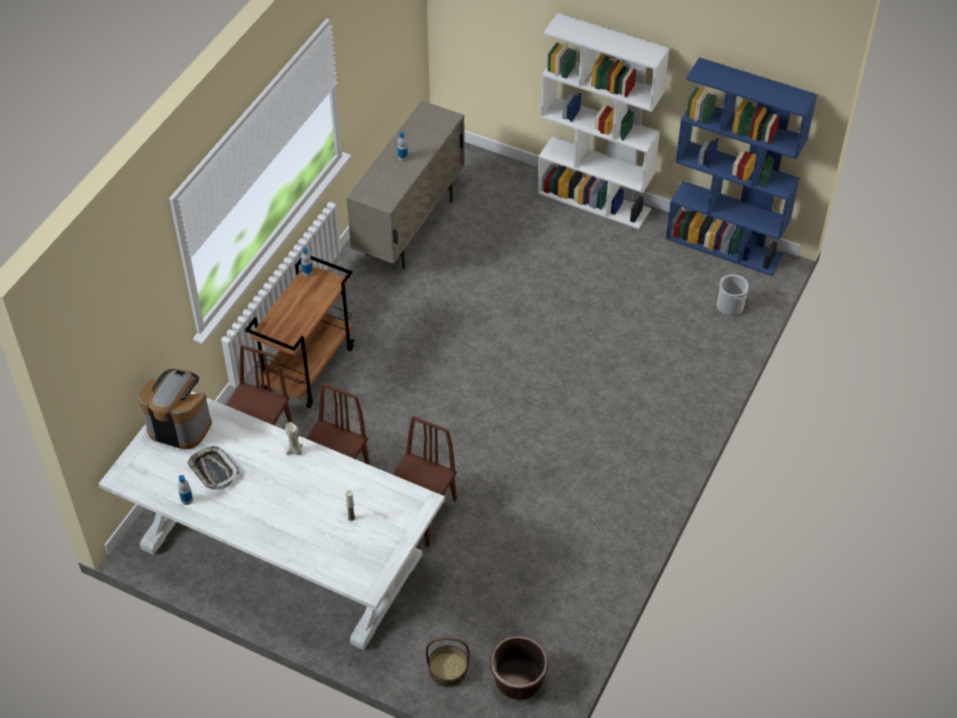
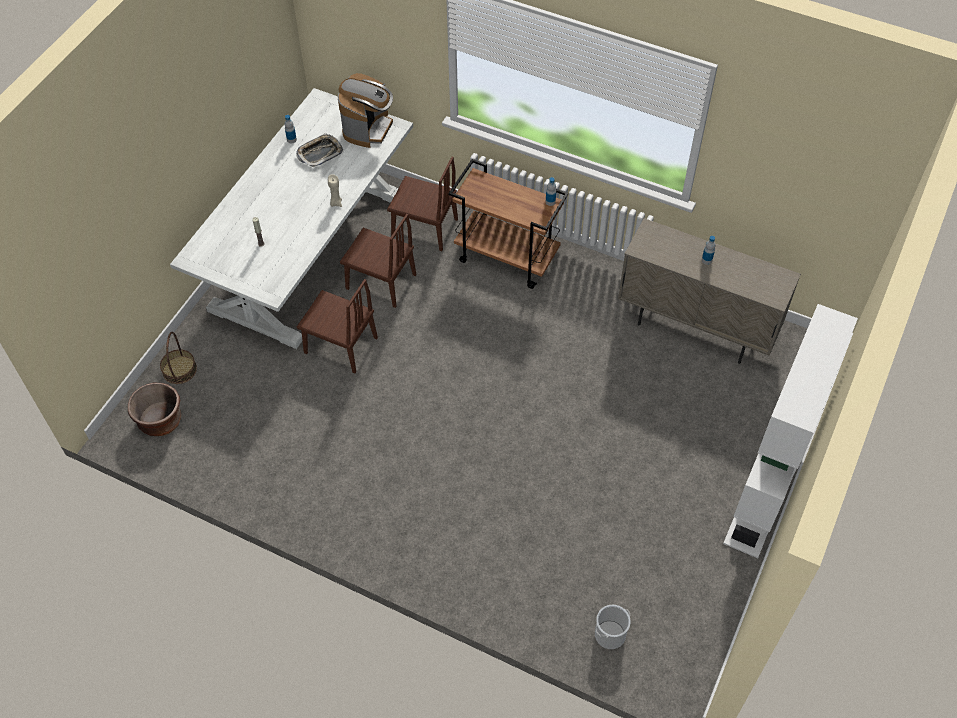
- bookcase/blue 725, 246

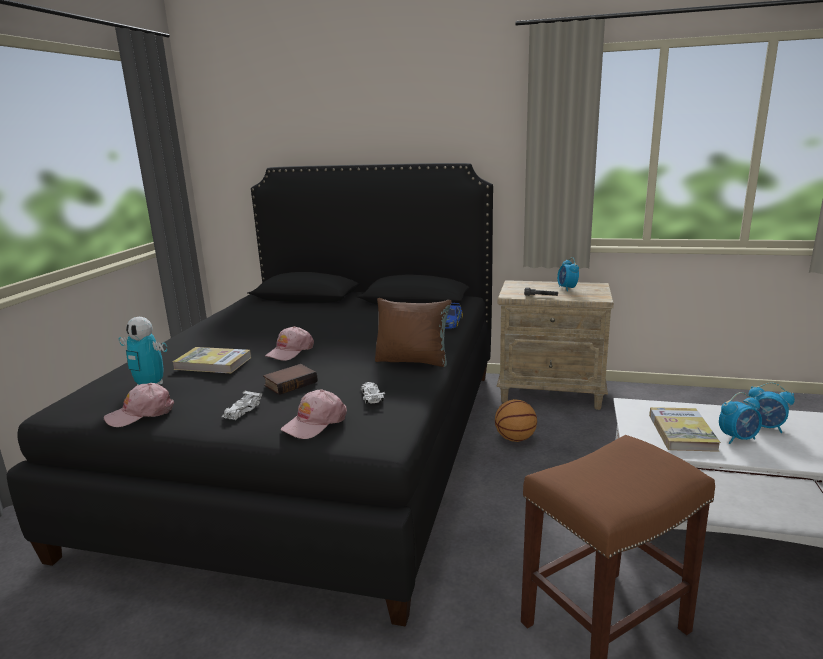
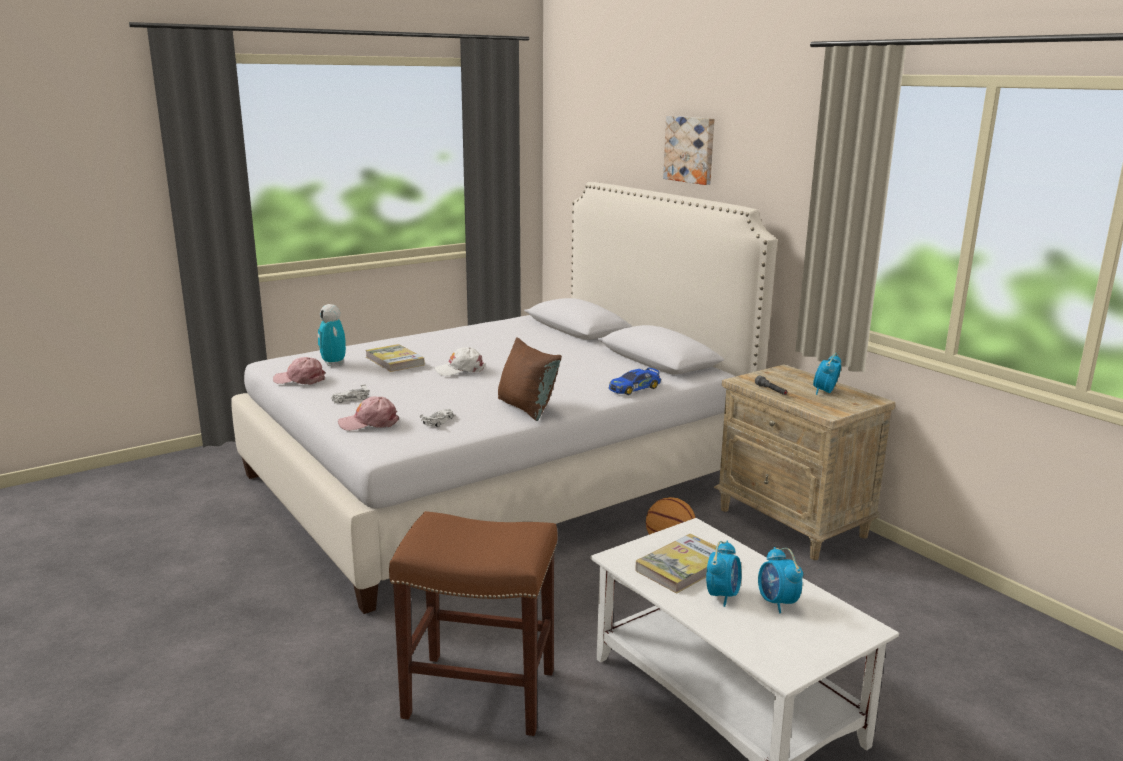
- book 290, 383
+ picture 690, 149
~ bed/black 318, 446 to bed/white 499, 477
~ cap/pink 290, 351 to cap/white 460, 370
~ alarm clock 738, 438 = 722, 595 90 degrees counterclockwise

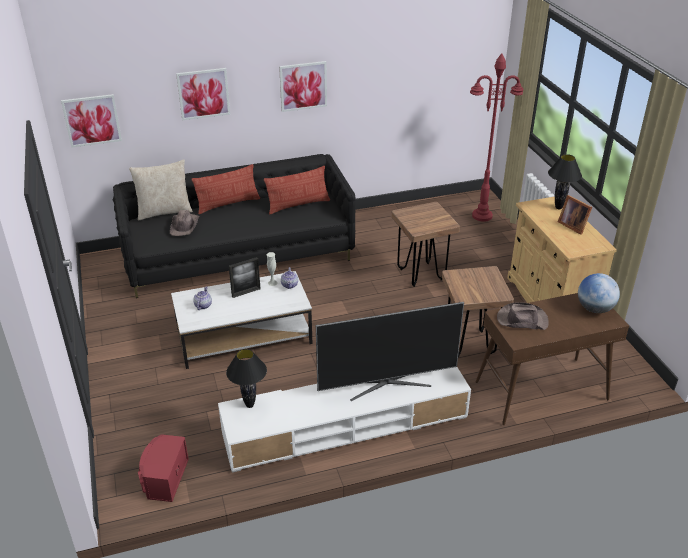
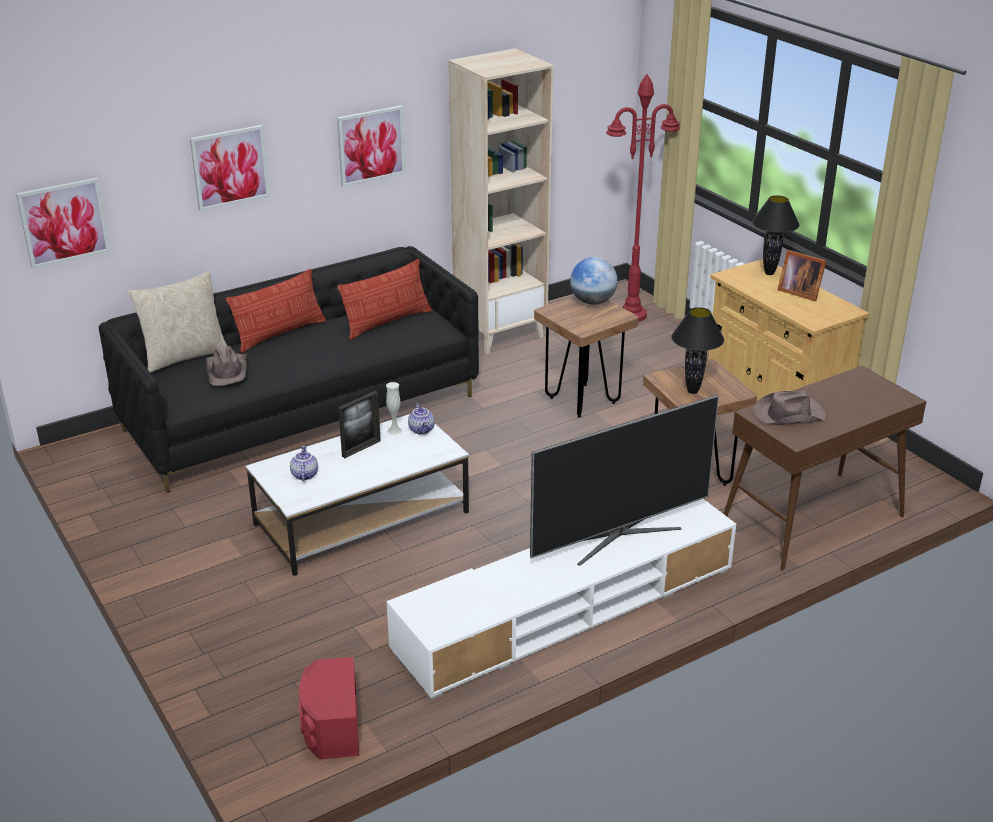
+ bookcase/beige 500, 333
~ table lamp/black 249, 405 to 692, 391
~ globe 594, 308 to 593, 302

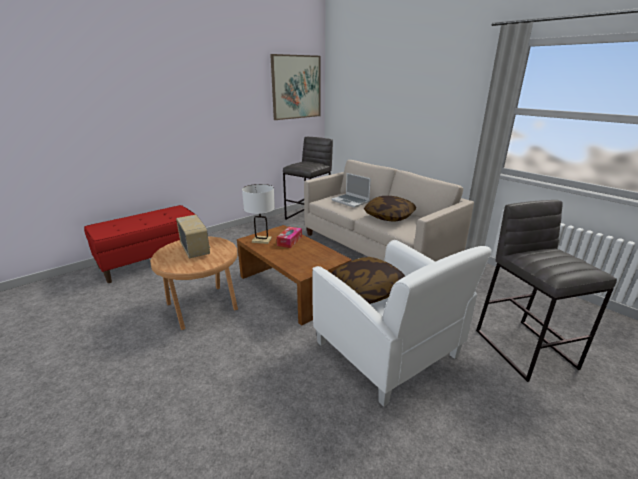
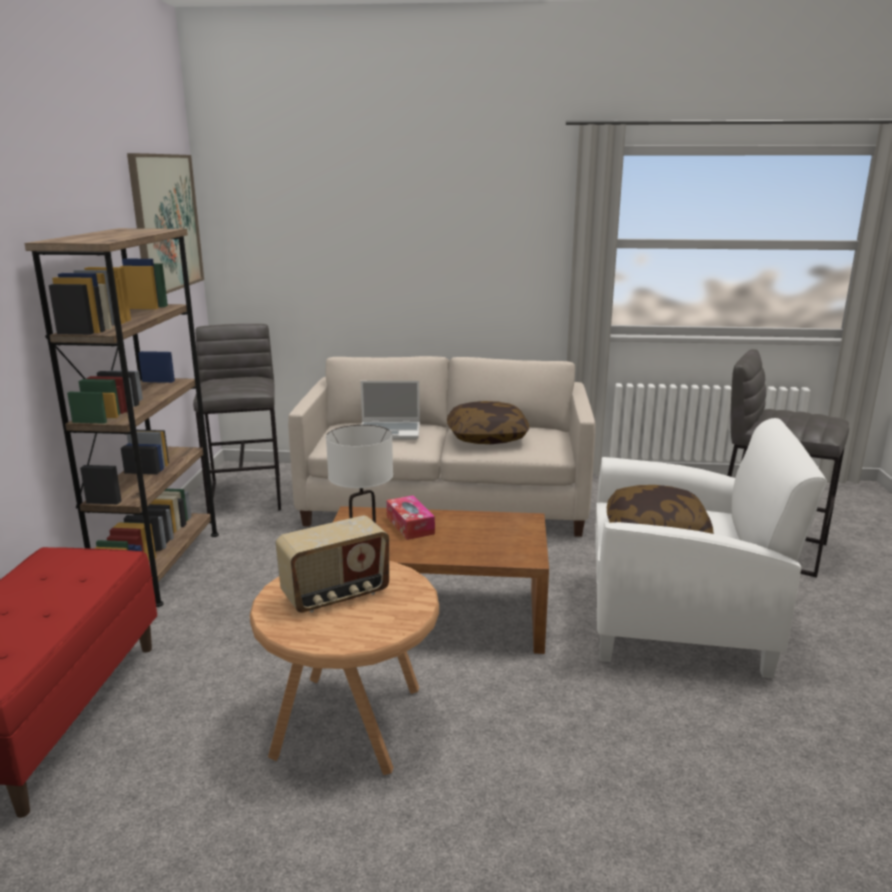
+ bookcase/brown 160, 565
~ radio 195, 250 = 336, 595 135 degrees clockwise

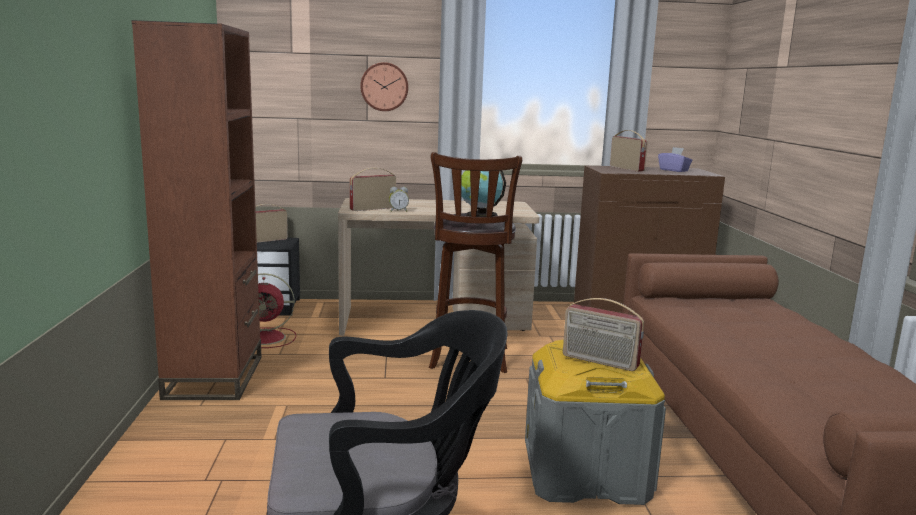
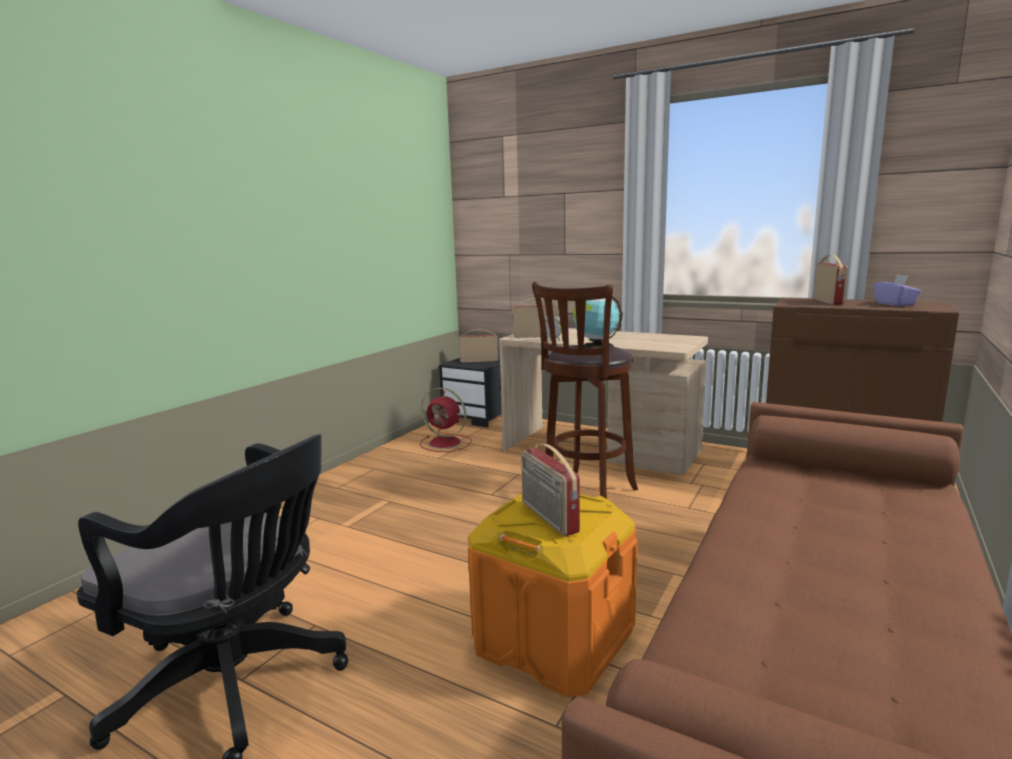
- bookcase/brown 215, 377
- wall clock 384, 87
~ storage box/grey 586, 473 to storage box/orange 554, 640

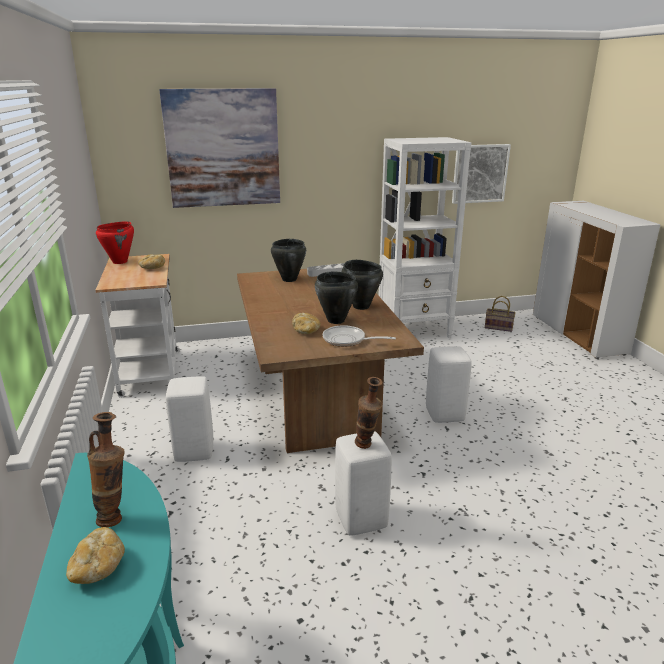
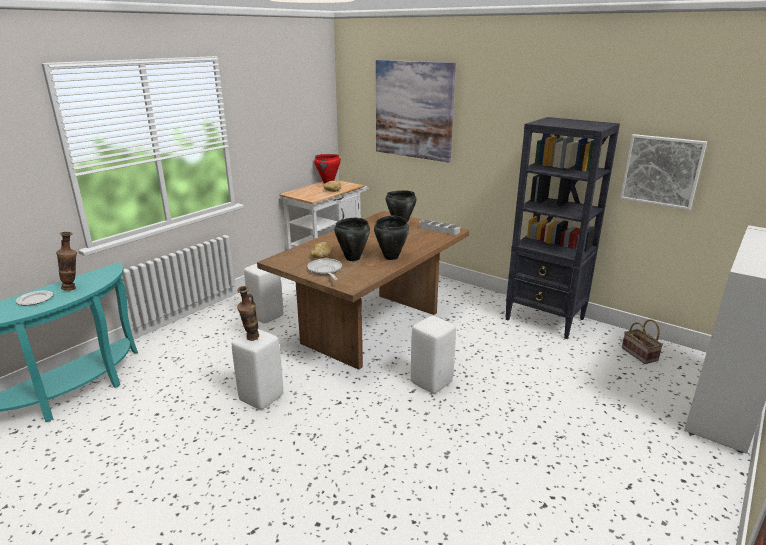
~ bread 98, 568 to plate 35, 300
~ bookcase/white 414, 331 to bookcase/black 545, 319

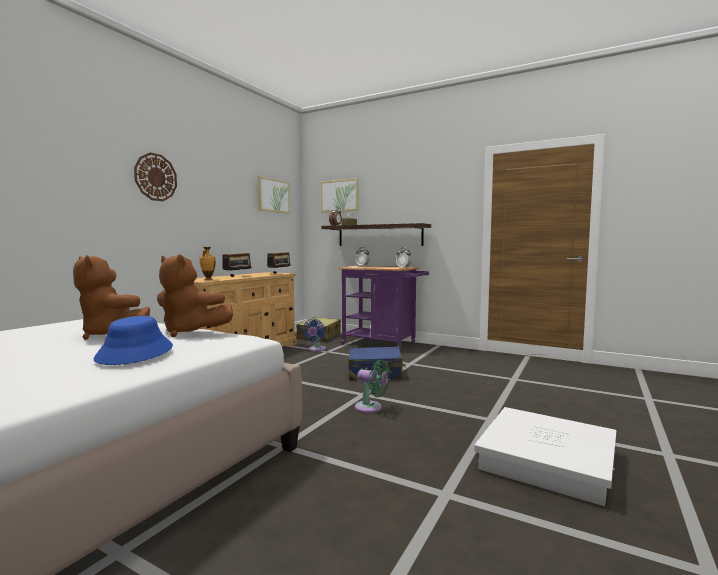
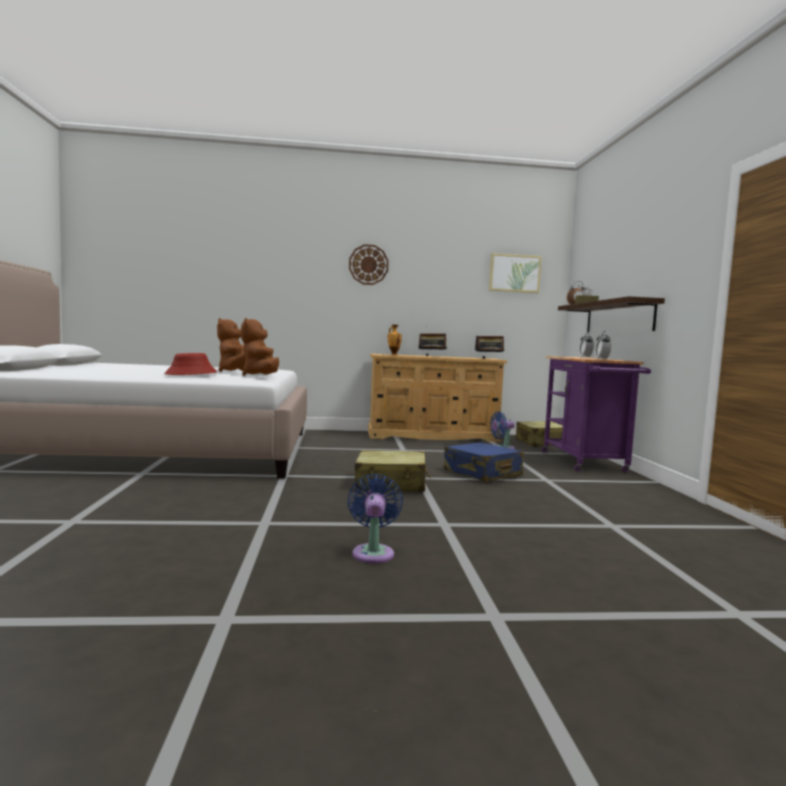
- picture 339, 196
~ fan/green 371, 408 to suitcase/beige 391, 484
~ storage box/white 546, 461 to fan/blue 373, 552
~ hat/blue 135, 353 to hat/red 191, 374

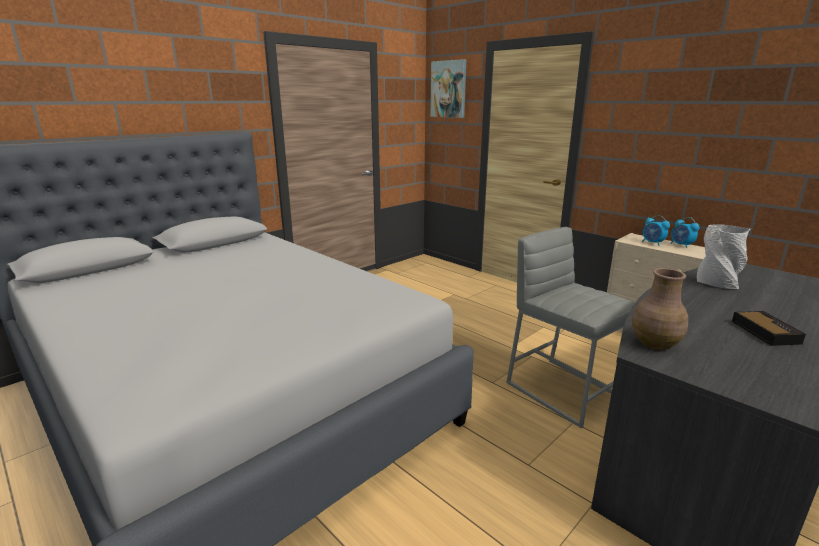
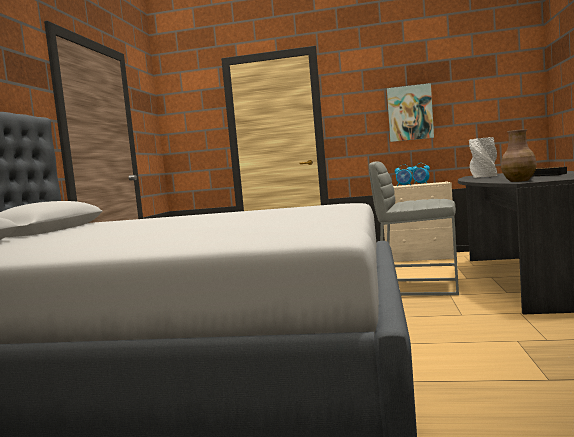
~ picture 448, 89 to 410, 113

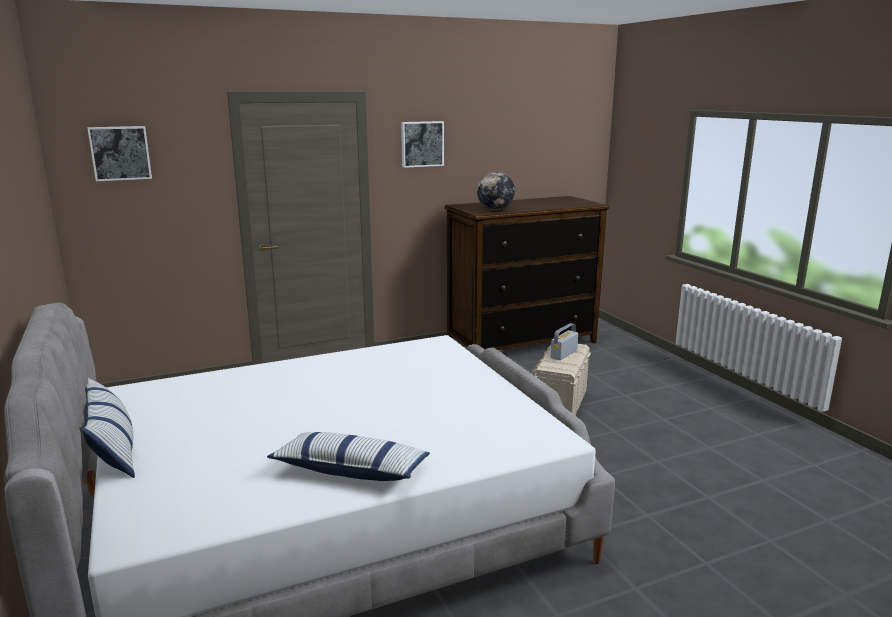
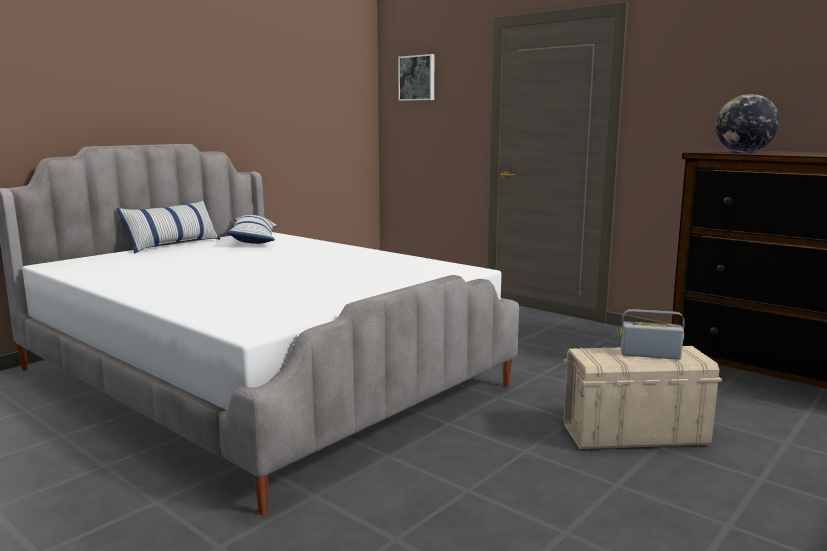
- picture 422, 144
~ pillow 351, 470 to 254, 240

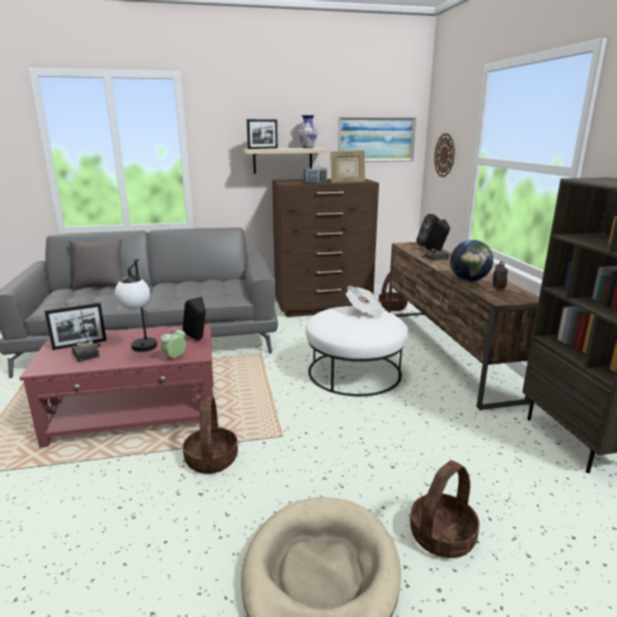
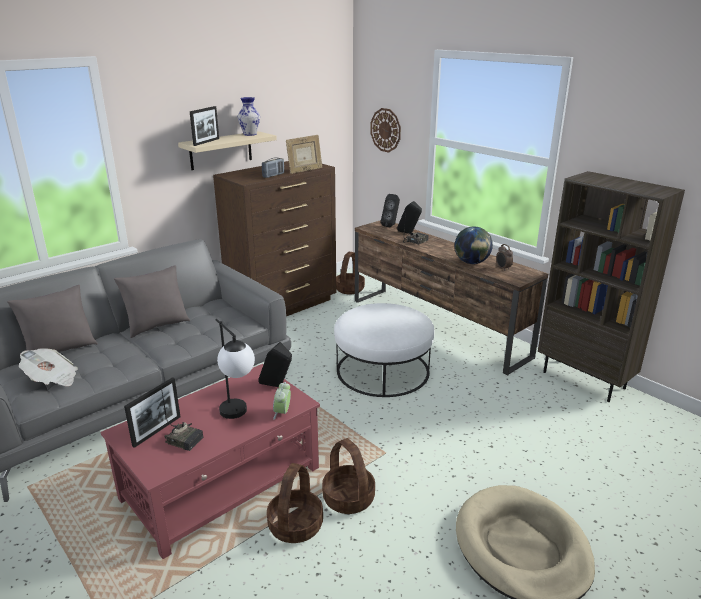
- picture 376, 139
+ pillow/grey 157, 326
~ newspaper 365, 312 to 52, 379
~ basket 442, 536 to 296, 525

